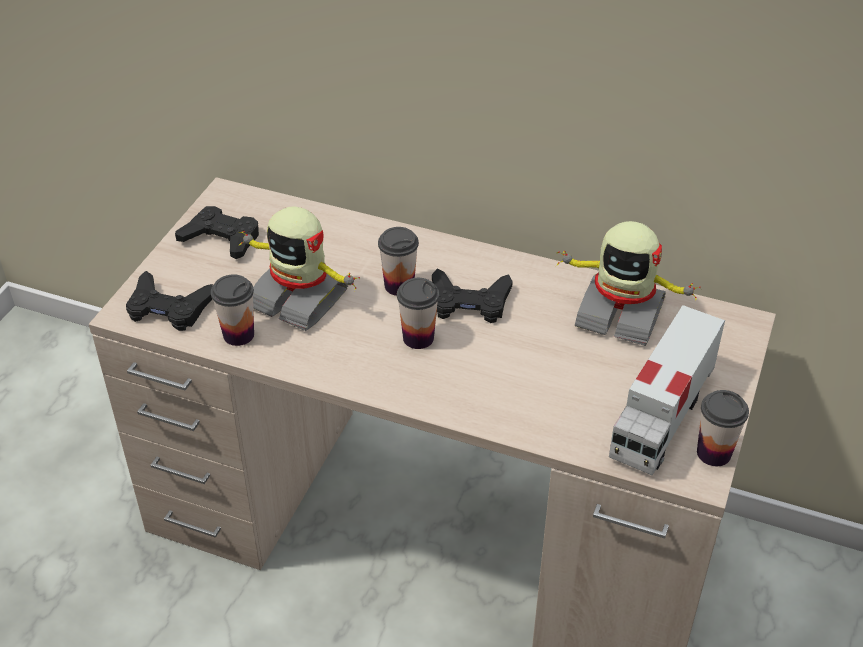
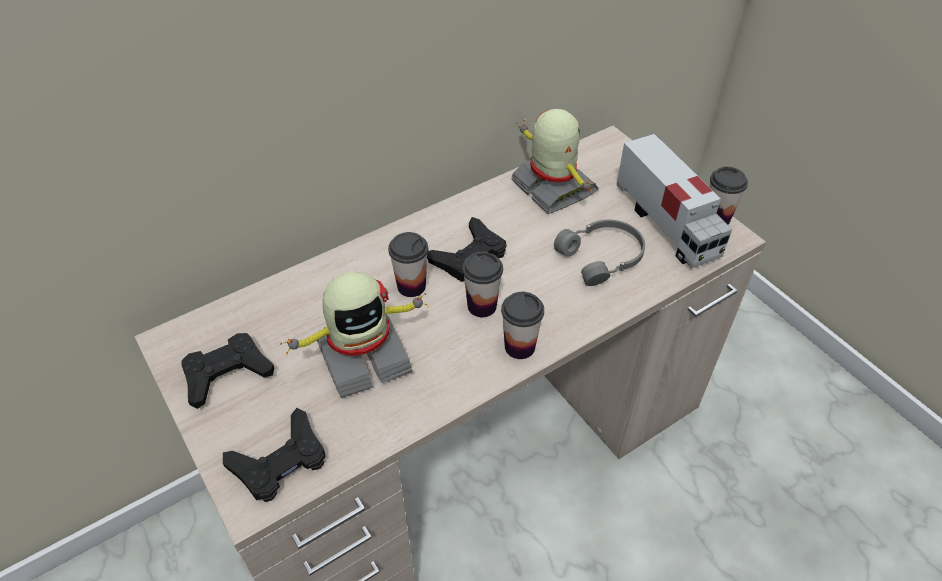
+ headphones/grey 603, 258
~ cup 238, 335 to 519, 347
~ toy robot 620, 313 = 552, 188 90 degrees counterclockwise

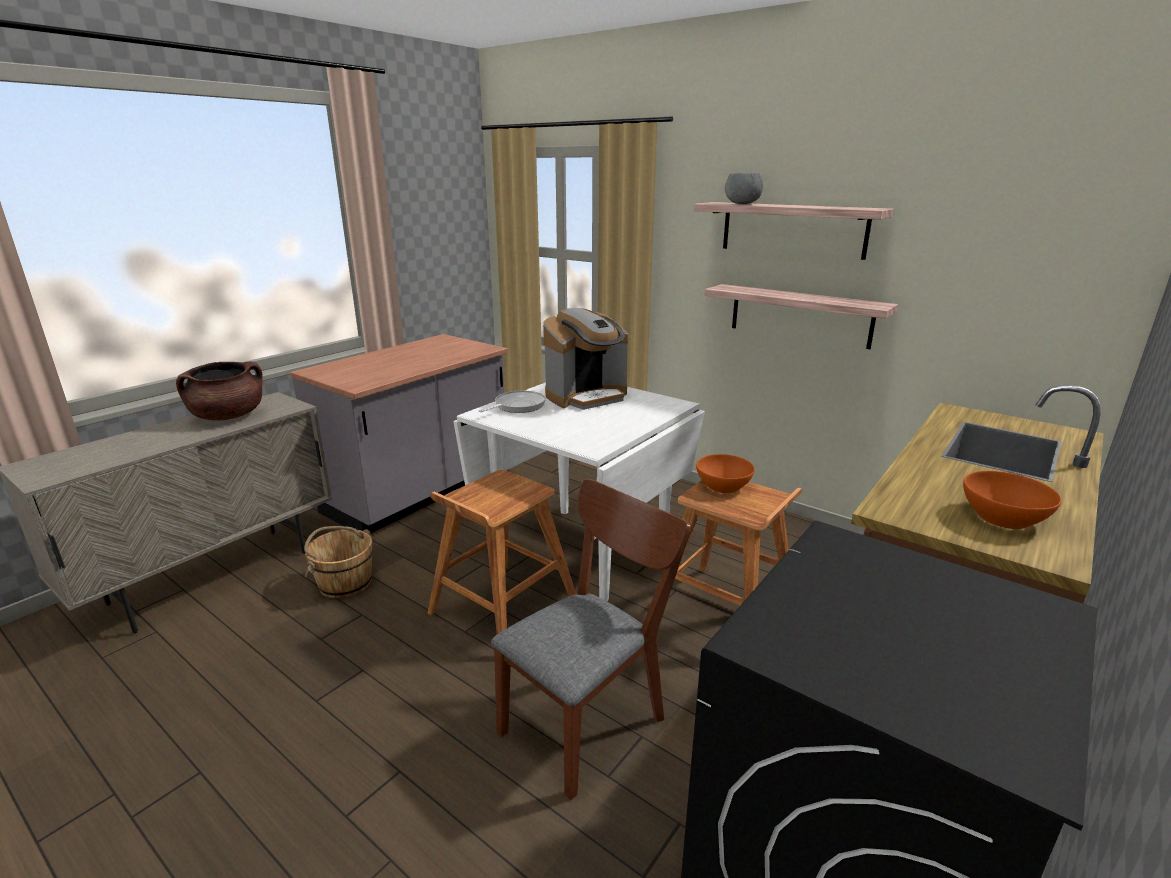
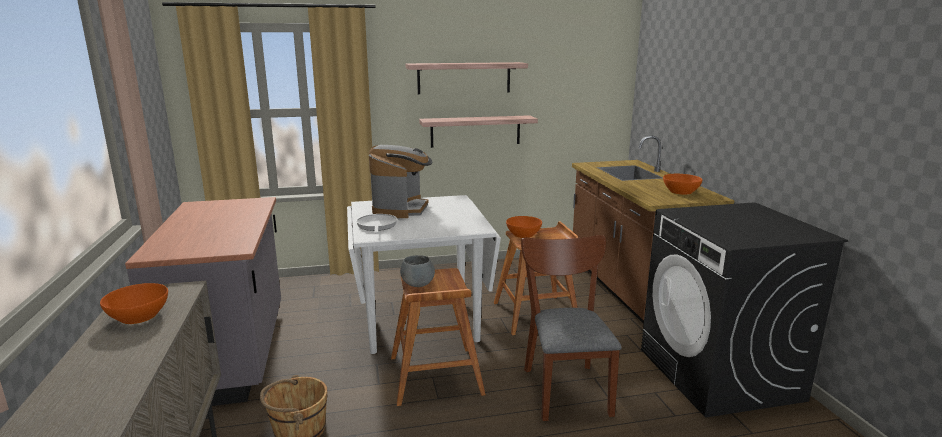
~ bowl/grey 742, 203 to 418, 284
~ cooking pot/brown 228, 416 to bowl/orange 138, 316

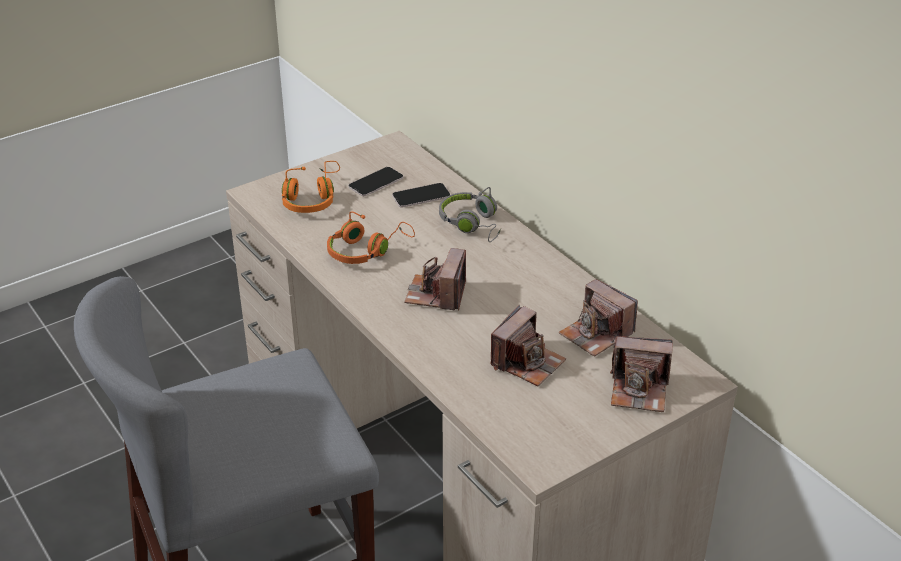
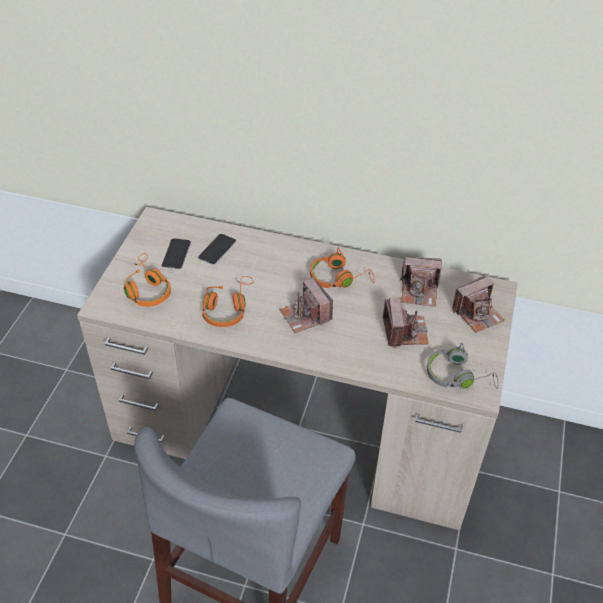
+ headphones/orange 339, 278
~ headphones/grey 473, 224 to 458, 376

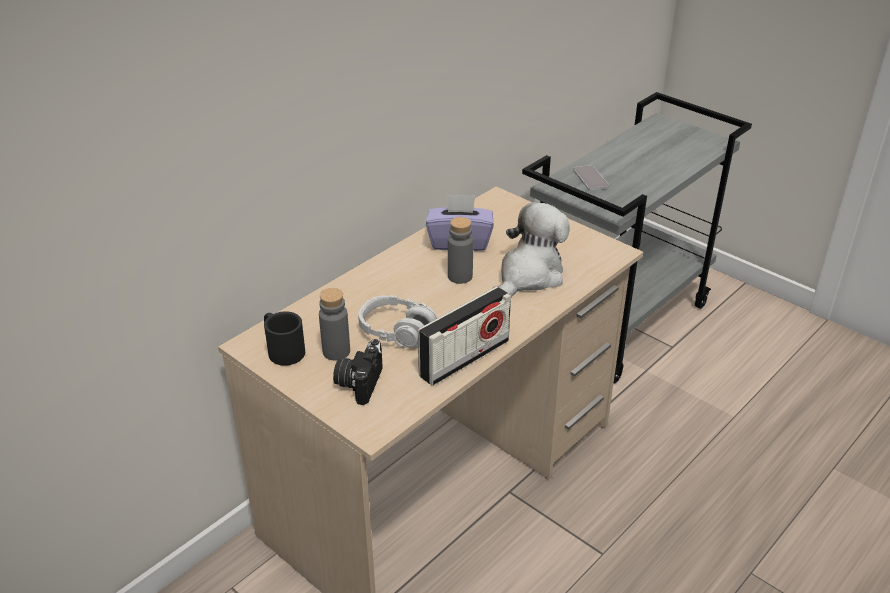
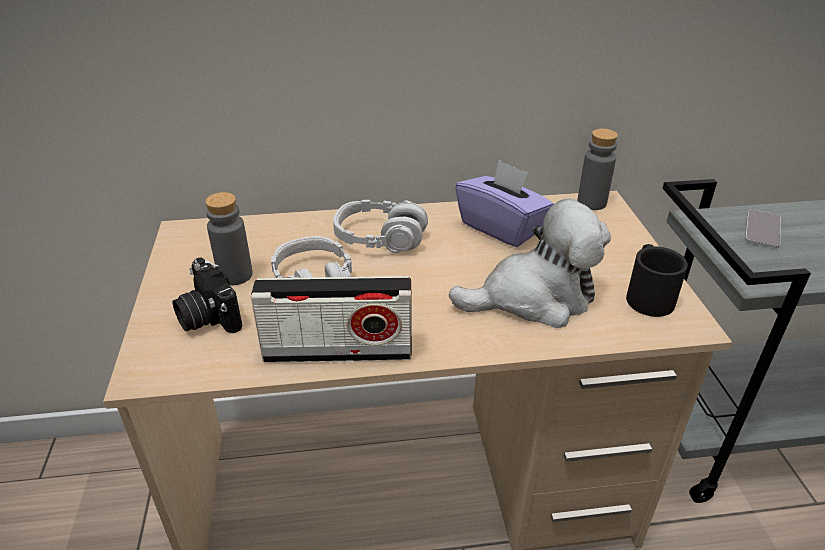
+ headphones/grey 380, 238
~ mug/black 282, 349 to 647, 294
~ bottle/grey 460, 276 to 591, 203
~ photo camera 359, 383 = 207, 317 90 degrees counterclockwise

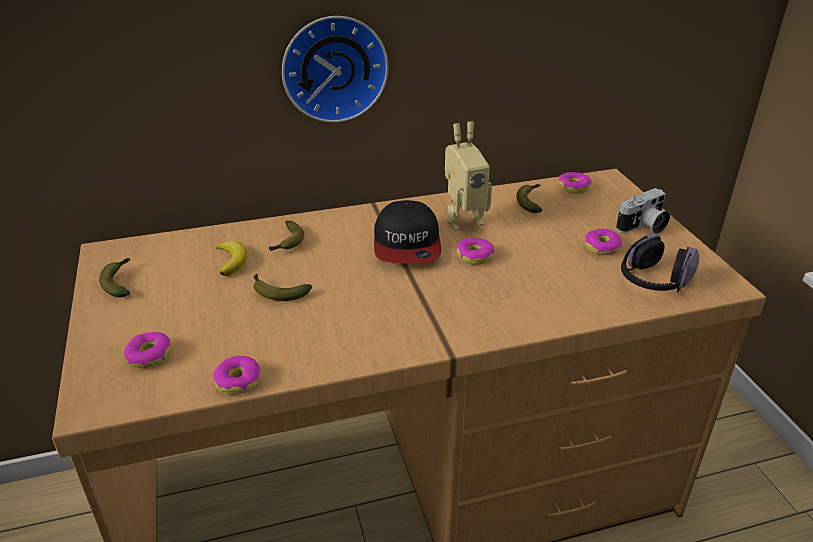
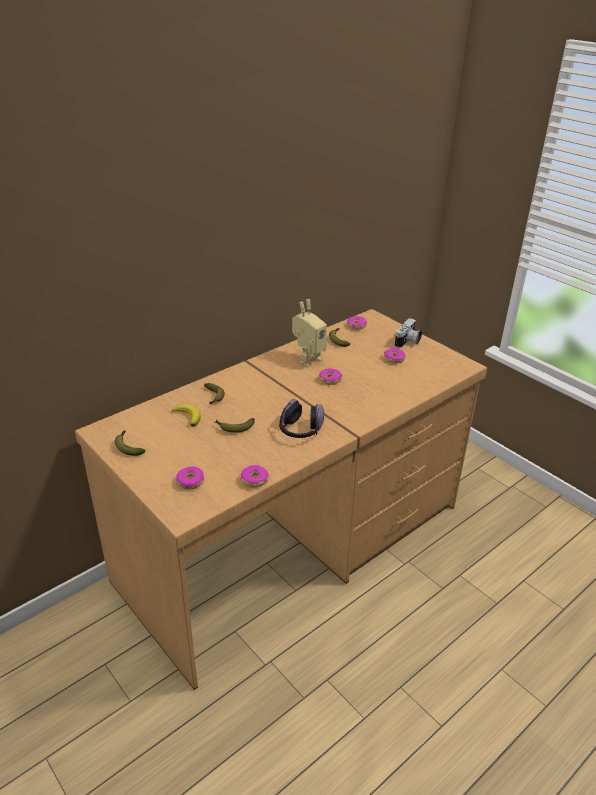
- wall clock 334, 68
- cap 407, 244
~ headphones 653, 281 to 300, 430

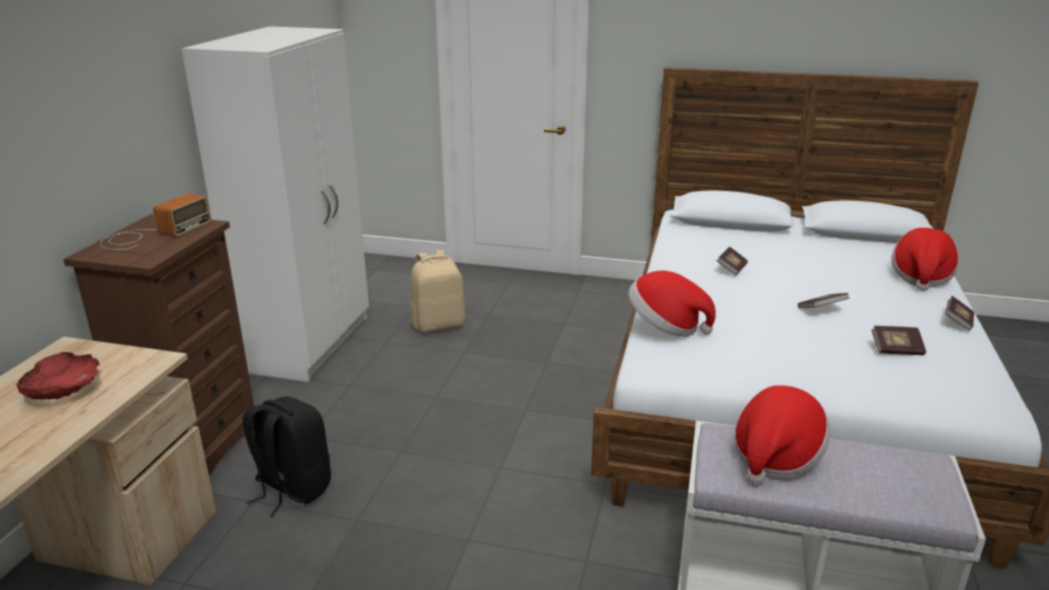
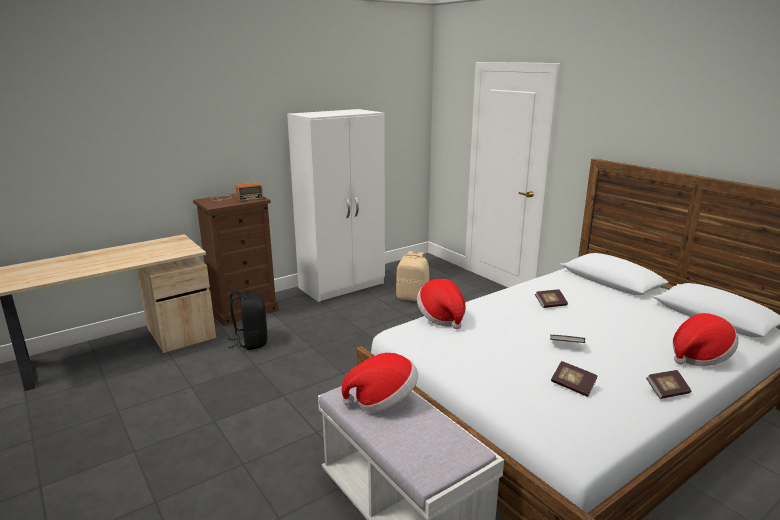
- bowl/red 63, 388

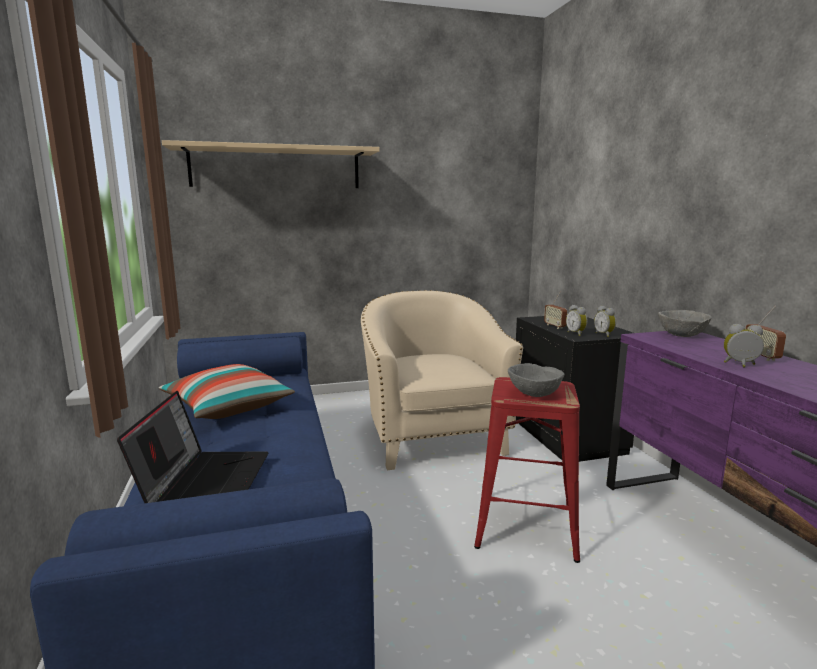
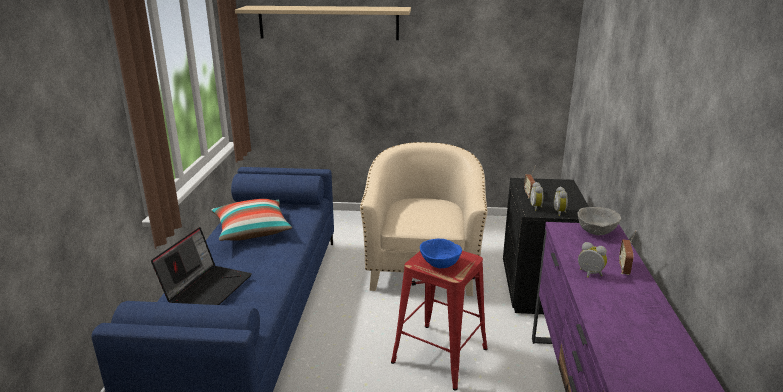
~ bowl/grey 534, 394 to bowl/blue 439, 264

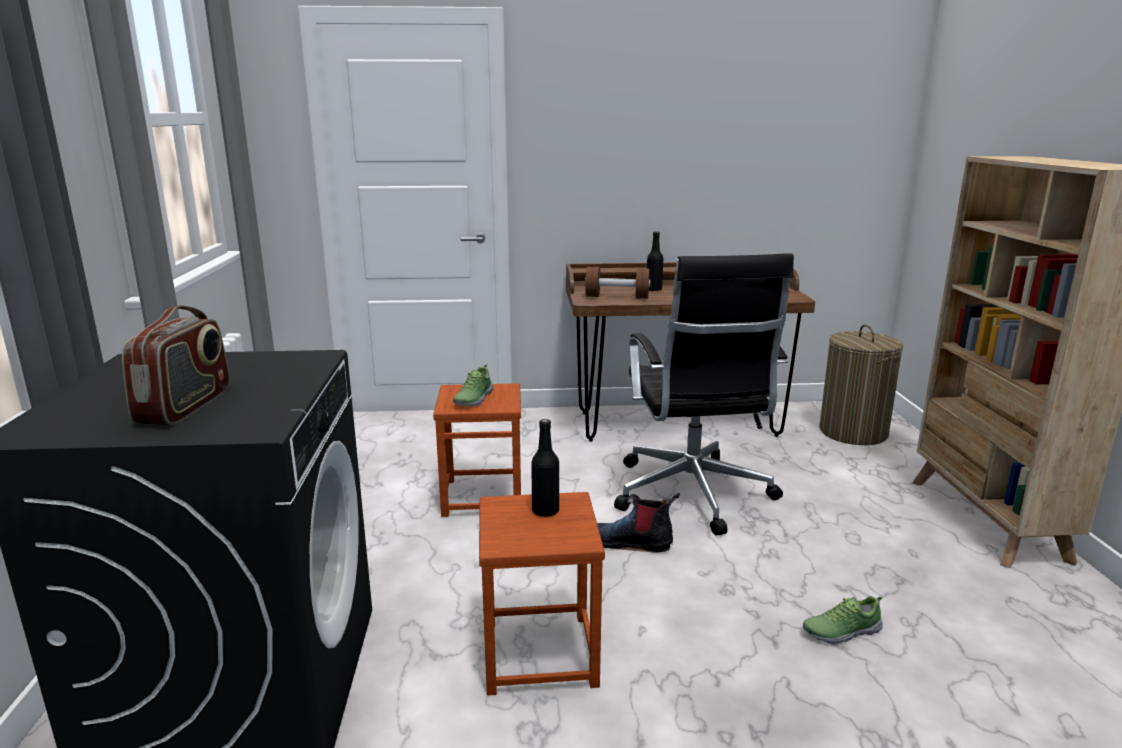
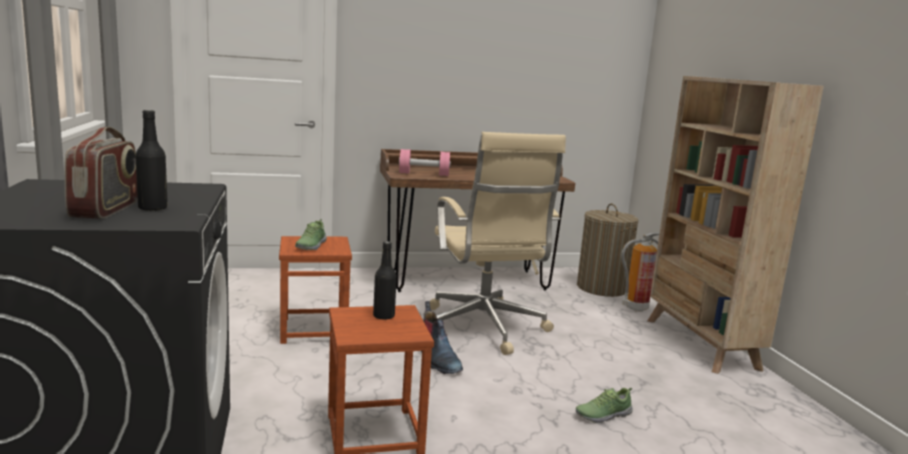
+ fire extinguisher 635, 308
~ bottle/black 653, 289 to 153, 208
~ dumbbell/brown 617, 297 to dumbbell/pink 424, 174
~ office chair/black 692, 495 to office chair/beige 484, 328
~ boot 629, 543 = 438, 360 120 degrees counterclockwise

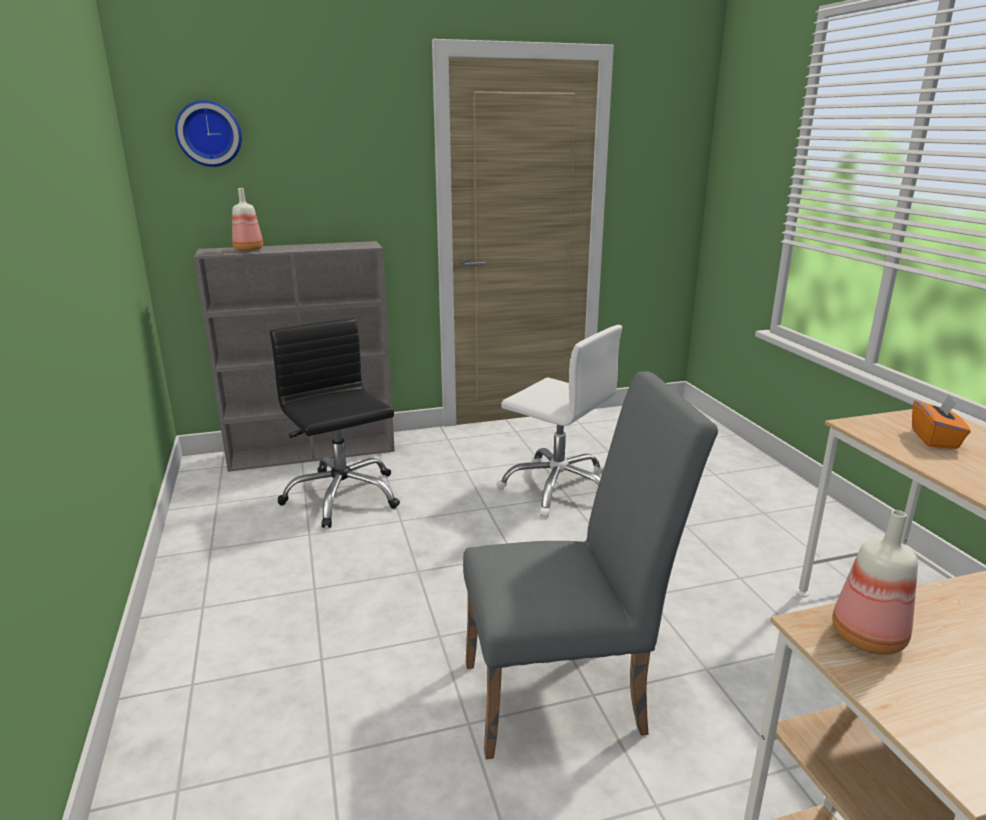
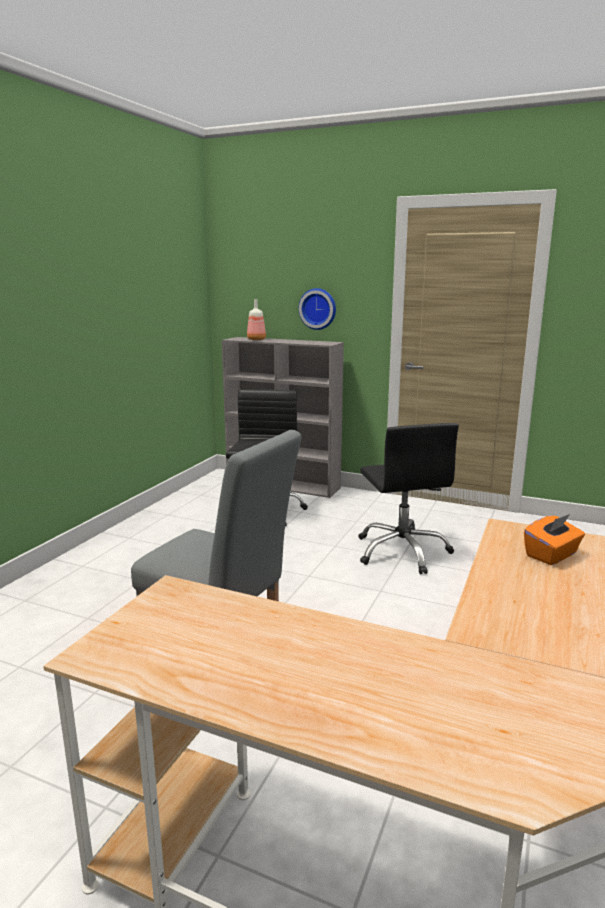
- bottle 867, 639
~ wall clock 209, 133 to 318, 309
~ office chair/white 558, 488 to office chair/black 402, 551

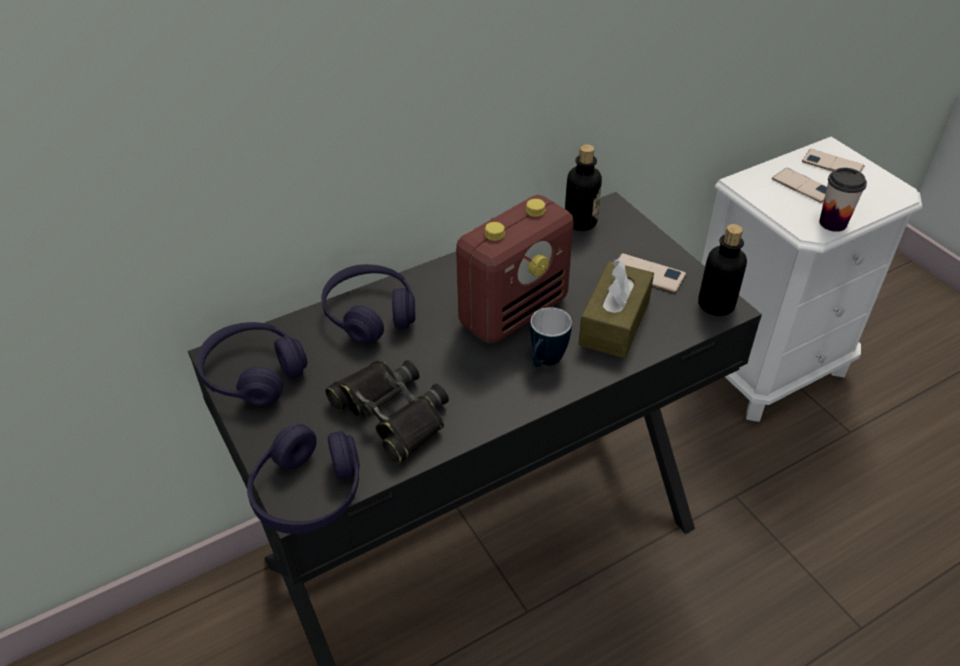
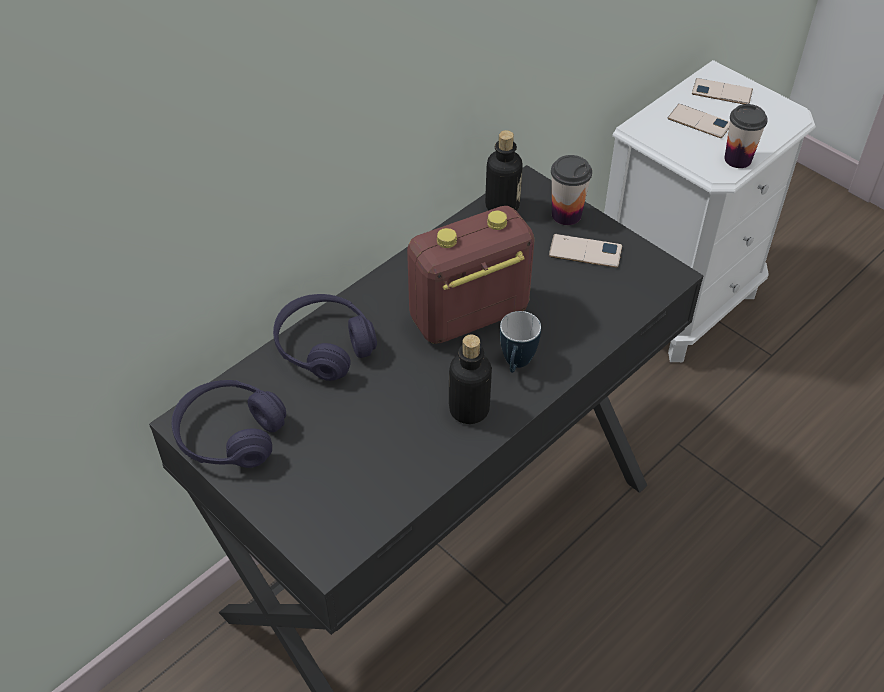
- headphones/purple 308, 493
- binoculars/black 391, 414
- tissue box/brown 614, 323
+ cup 566, 215
~ bottle 716, 305 to 469, 409
~ radio 514, 311 = 468, 316 150 degrees counterclockwise

